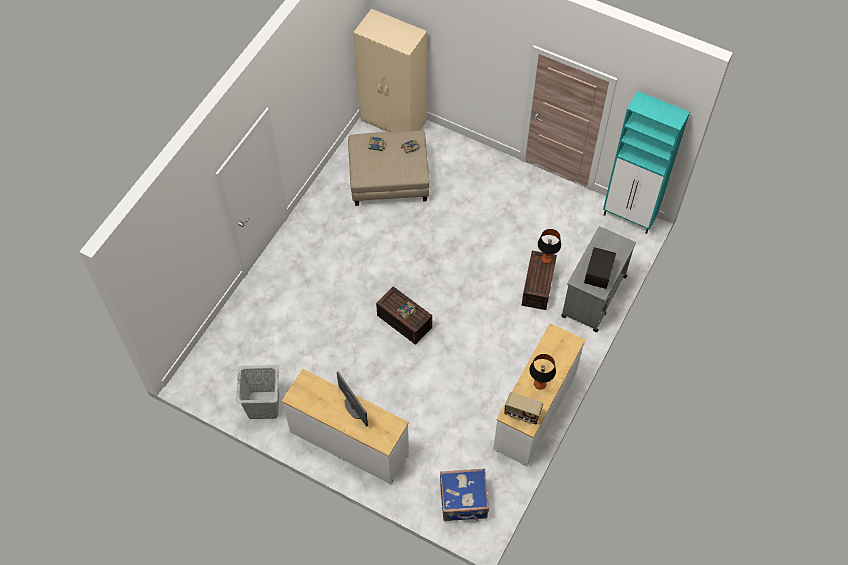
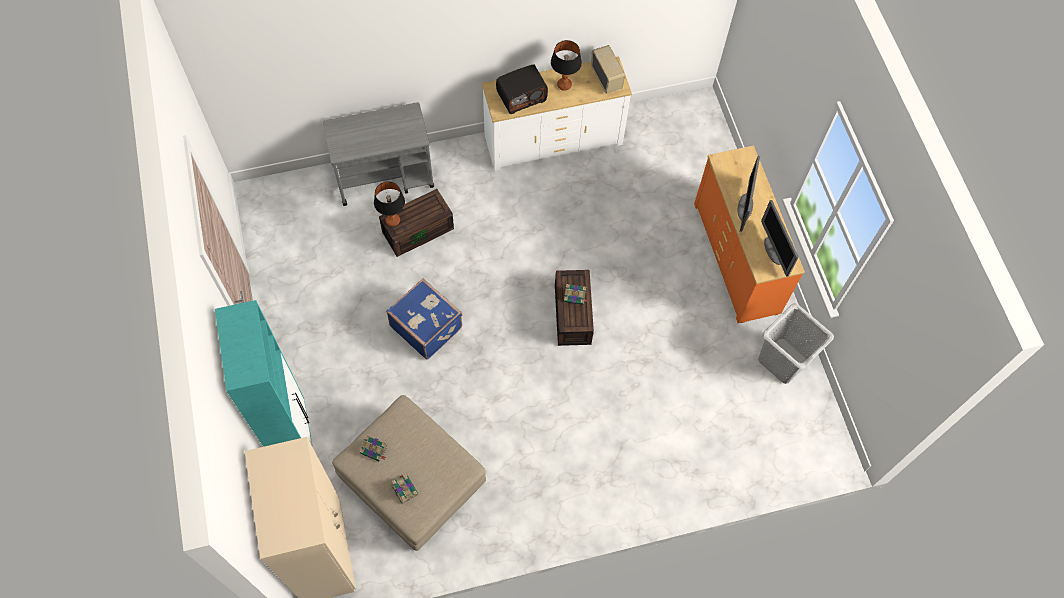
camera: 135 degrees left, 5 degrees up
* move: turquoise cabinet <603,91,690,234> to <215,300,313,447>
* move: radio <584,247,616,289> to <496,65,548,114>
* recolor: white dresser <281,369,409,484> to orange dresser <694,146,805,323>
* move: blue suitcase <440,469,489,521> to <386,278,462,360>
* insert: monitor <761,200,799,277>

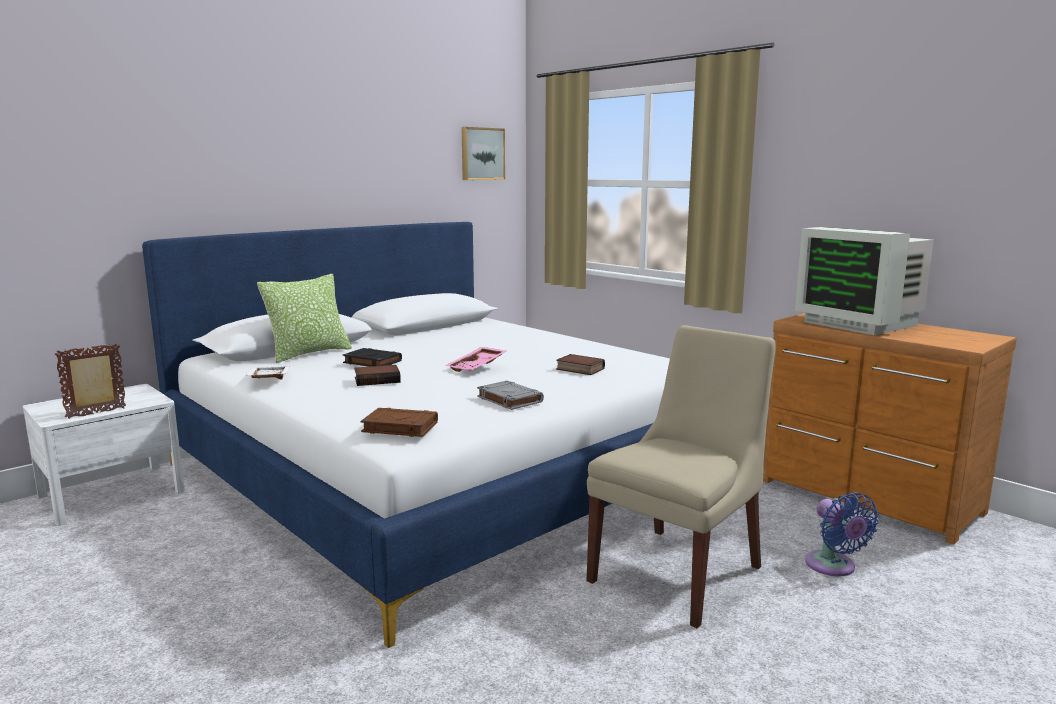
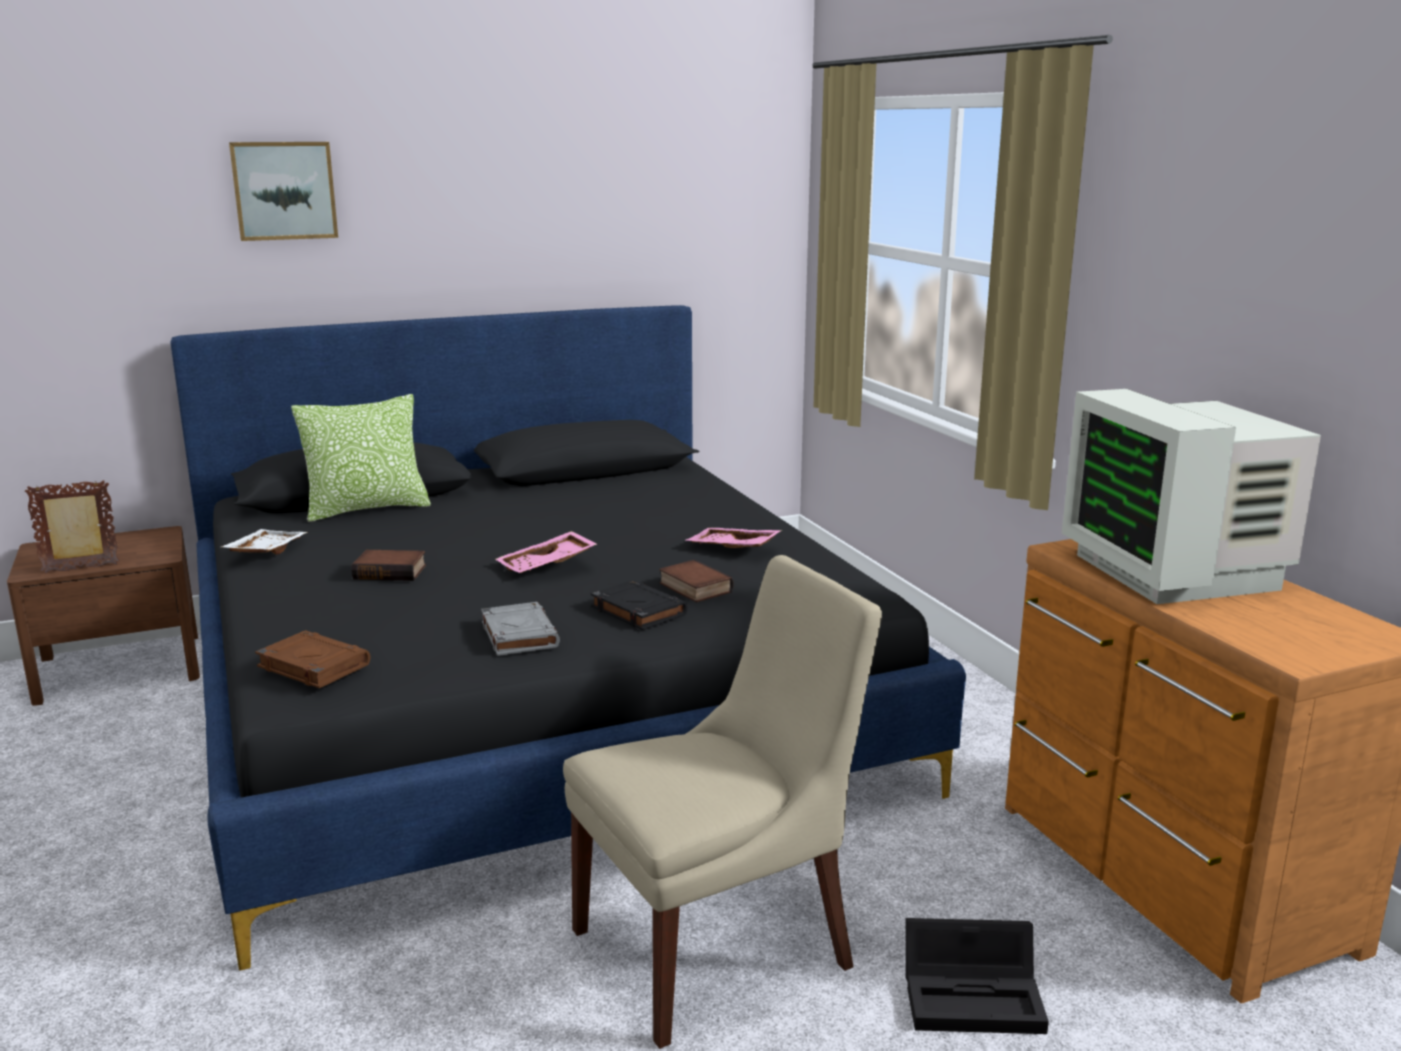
camera: 20 degrees right, 5 degrees up
* move: picture <462,127,505,180> to <229,142,338,241>
* recolor: white bed <142,222,670,648> to black bed <170,305,966,970>
* move: black book <343,348,402,367> to <591,580,688,630>
* recolor: white nightstand <23,384,185,526> to brown nightstand <7,526,200,706>
* replace: blue fan <805,492,879,576> to black storage box <905,918,1049,1034>
* insert: pink tray <686,528,782,548>

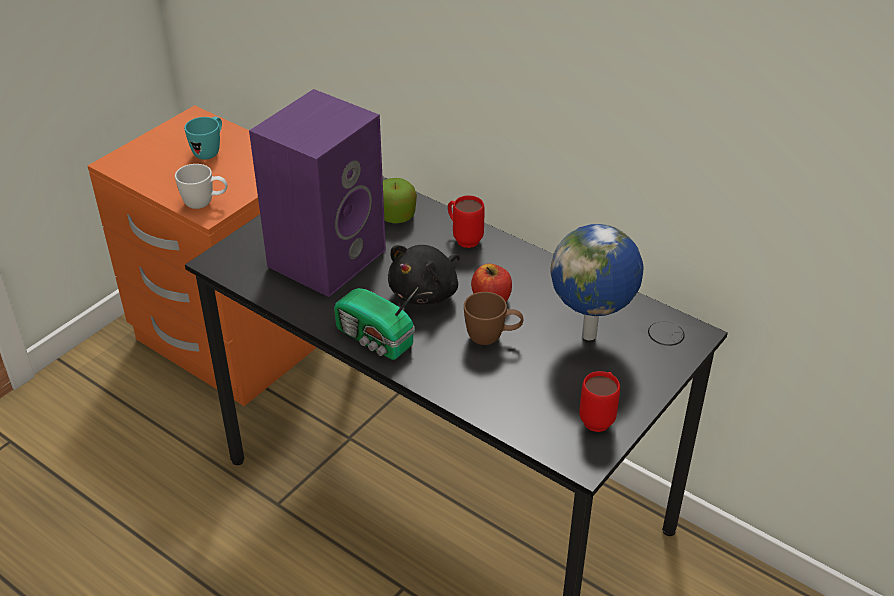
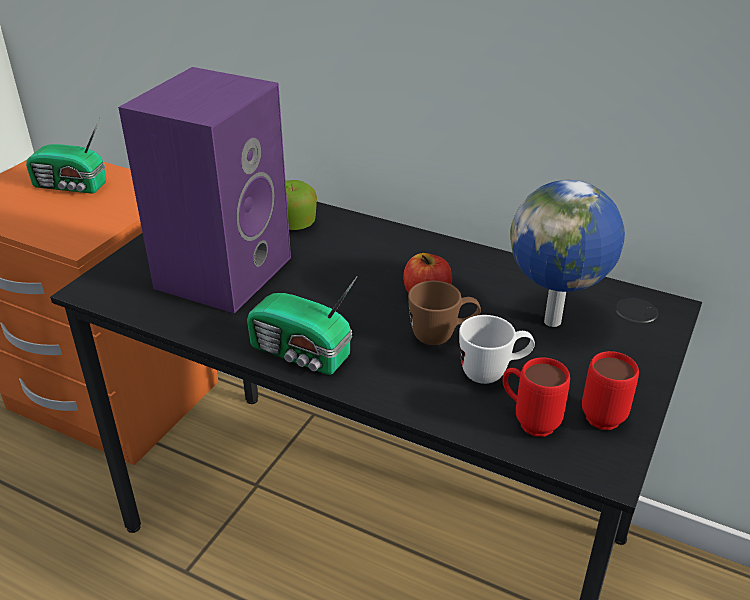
camera: 10 degrees left, 5 degrees down
* replace: turquoise mug <184,117,222,160> to radio <26,118,106,194>
* move: white mug <175,164,228,209> to <459,315,535,384>
* move: red mug <448,196,485,248> to <502,357,570,437>
* delete: black plush toy <388,245,460,304>

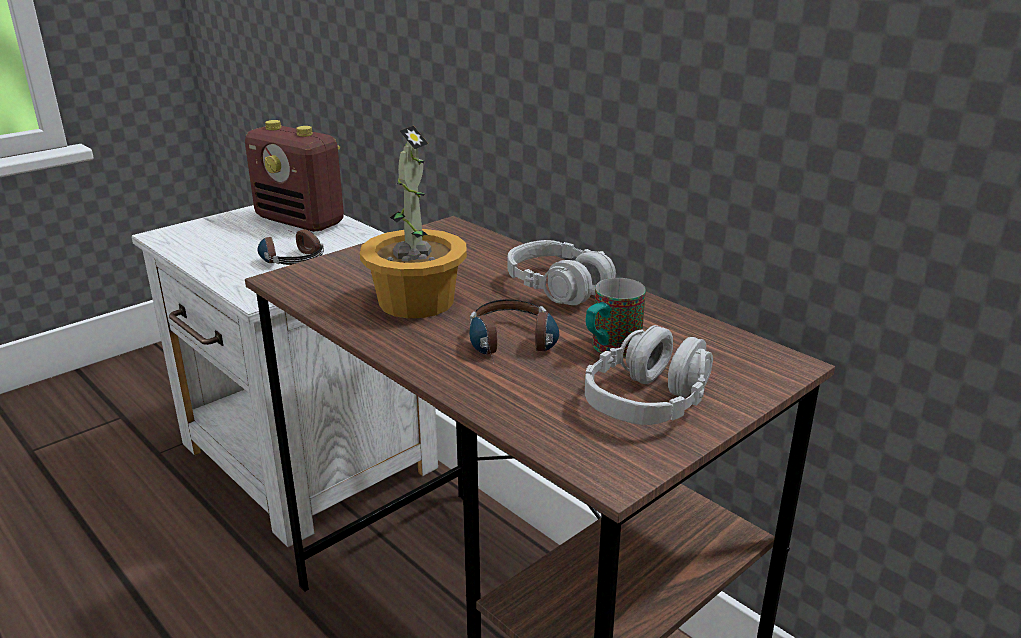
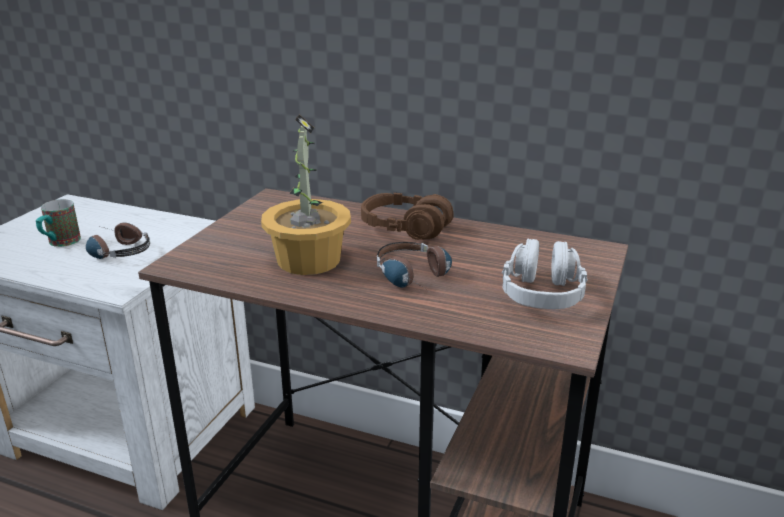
camera: 25 degrees left, 0 degrees up
* delete: radio <245,120,344,232>
* recolor: grey headphones <507,240,616,305> to brown headphones <361,193,453,240>
* move: mug <586,278,646,357> to <36,199,81,247>

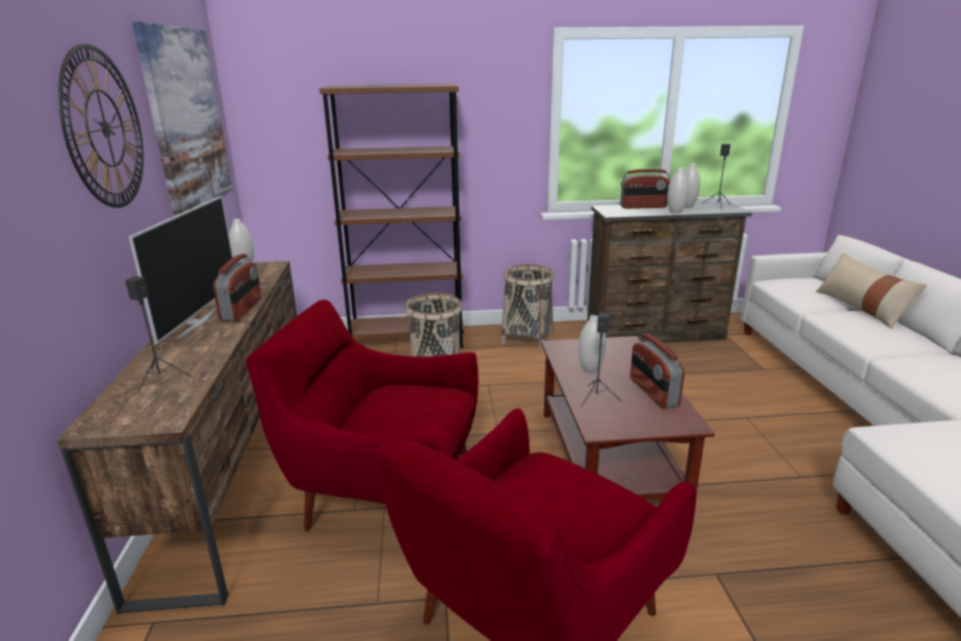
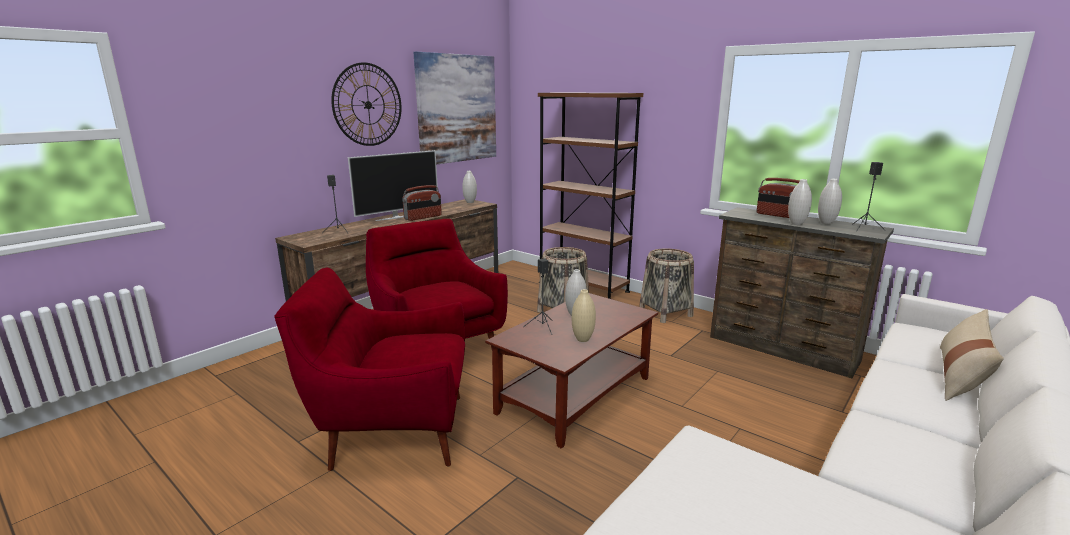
camera: 45 degrees right, 5 degrees down
* replace: radio <630,333,685,409> to beige vase <572,289,596,342>

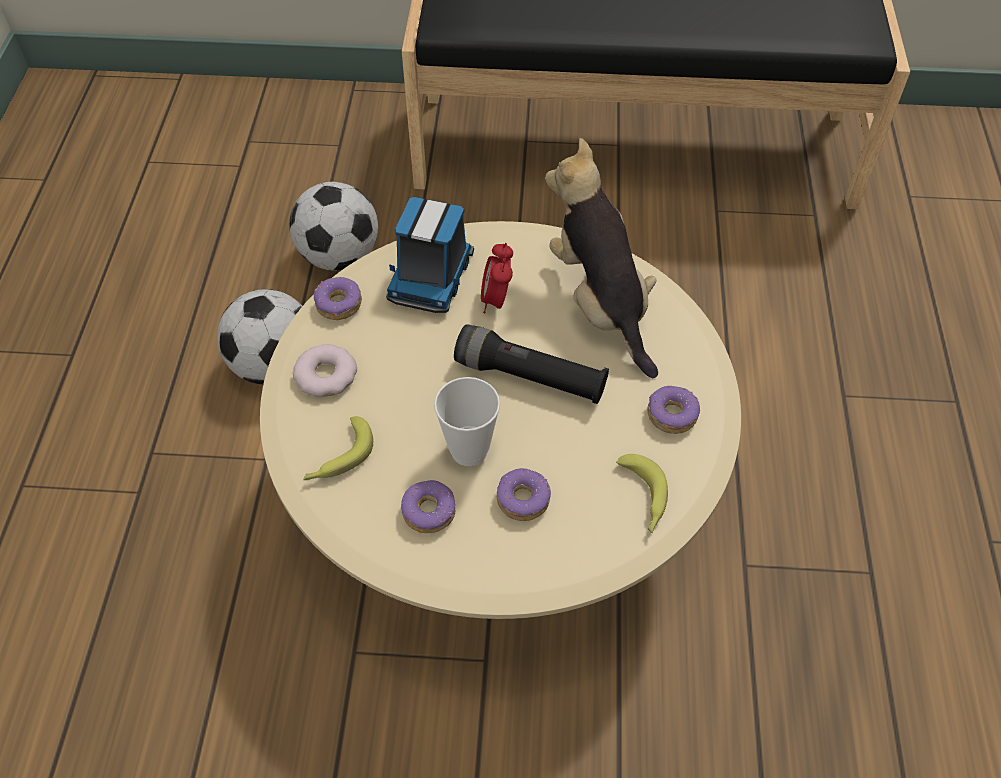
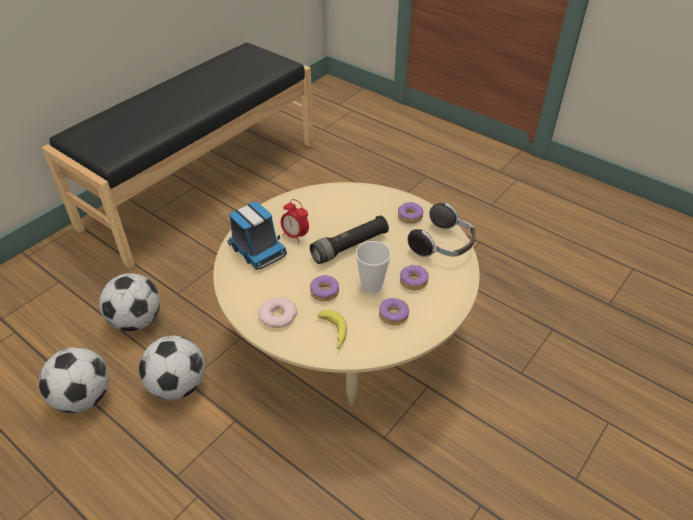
camera: 55 degrees left, 10 degrees down
* delete: plush toy <545,138,658,378>
* move: donut <314,277,362,320> to <310,275,339,301>
* replace: banana <616,454,668,533> to headphones <408,203,476,257>
* insert: football <39,347,109,413>

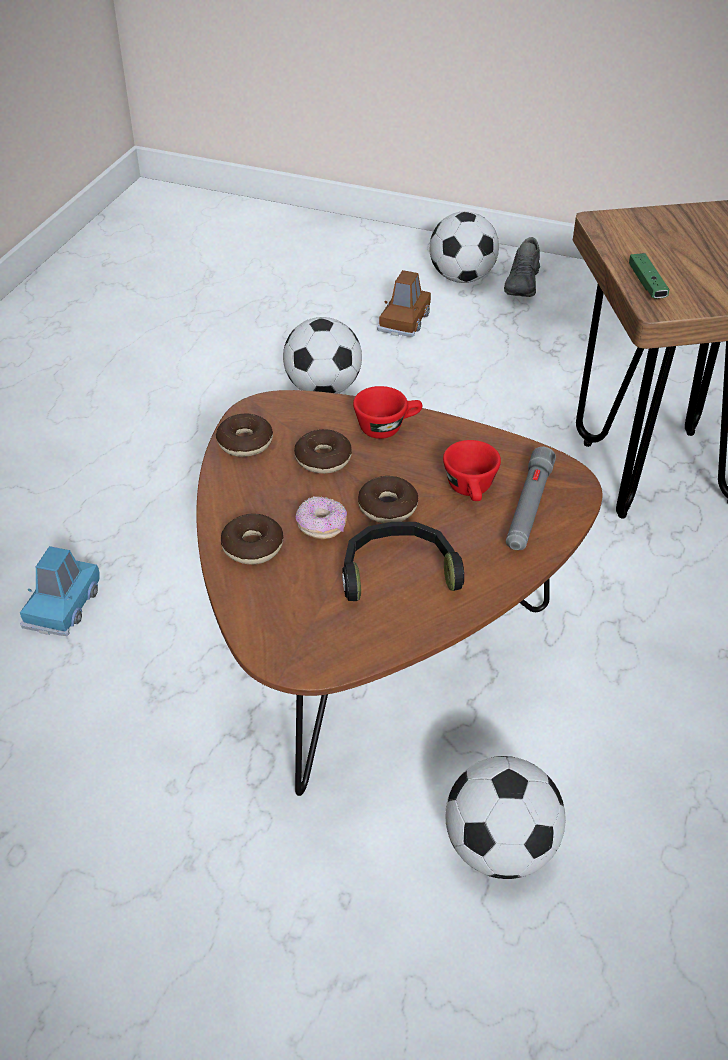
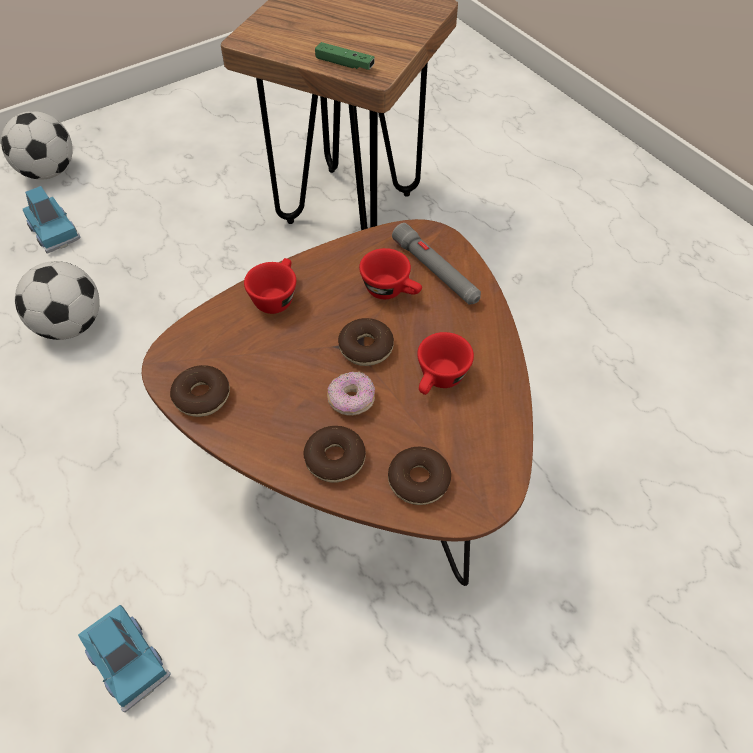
camera: 55 degrees left, 10 degrees up
* delete: grey shoe <504,237,540,297>
* recolor: brown toy car <377,270,431,337> to blue toy car <23,186,81,254>
* move: donut <294,429,352,474> to <388,447,451,505>
* replace: black headphones <342,522,464,601> to red cup <417,332,474,395>
* delete: football <445,756,565,879>

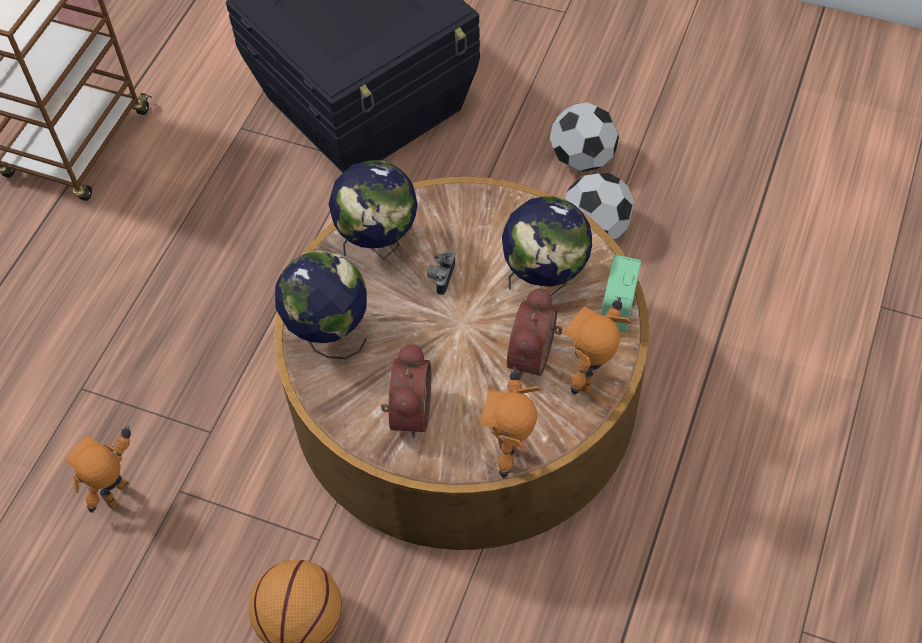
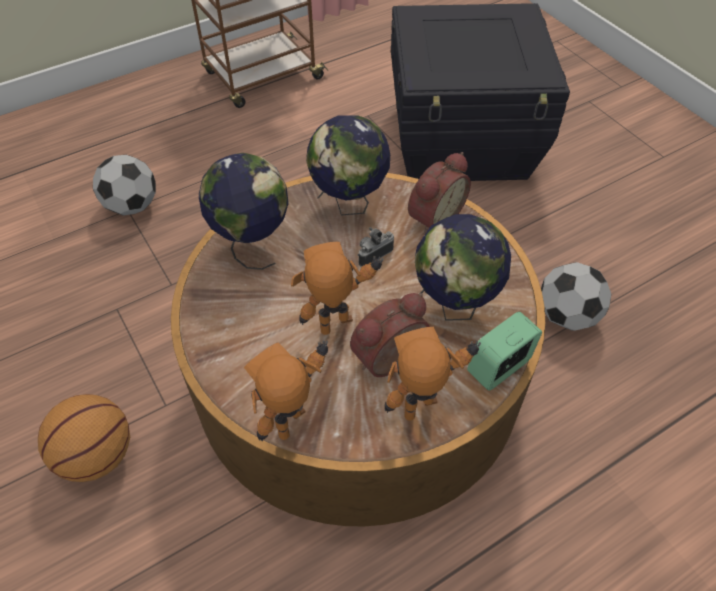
camera: 35 degrees right, 5 degrees down
* move: football <550,102,619,172> to <93,155,156,216>
* move: alarm clock <381,342,431,438> to <408,152,471,235>
* move: toy robot <64,426,131,513> to <291,242,384,335>

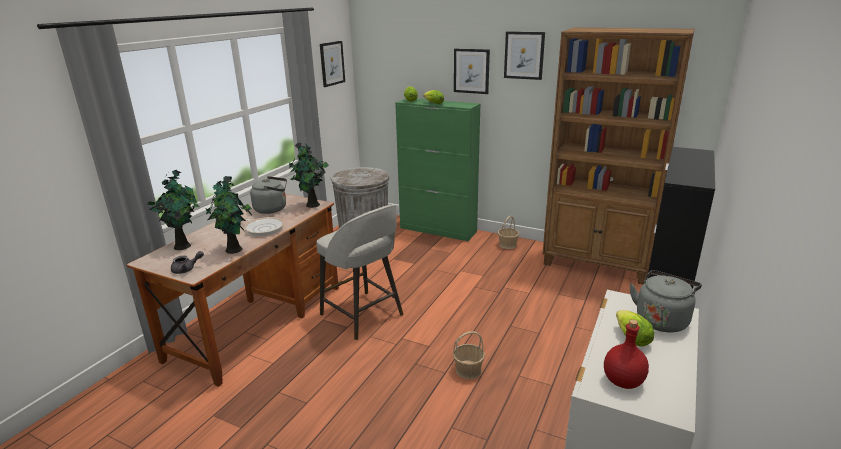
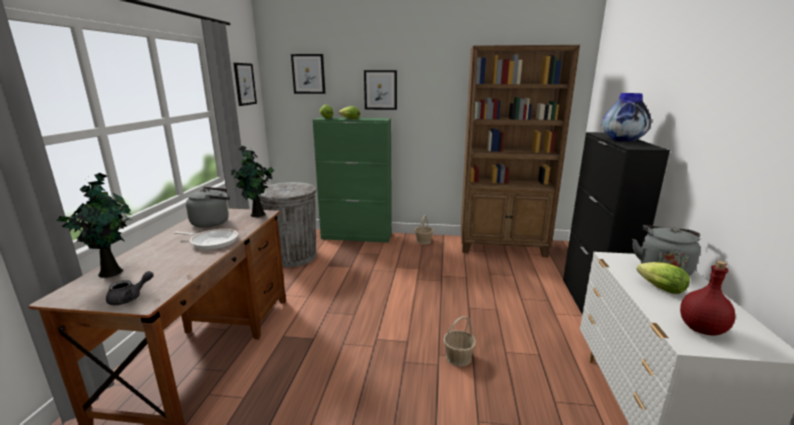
camera: 20 degrees left, 5 degrees down
* move: picture <504,31,545,80> to <291,54,325,94>
* delete: potted plant <206,176,252,254>
* delete: grey stool <316,204,404,340>
* insert: vase <602,93,651,141>

